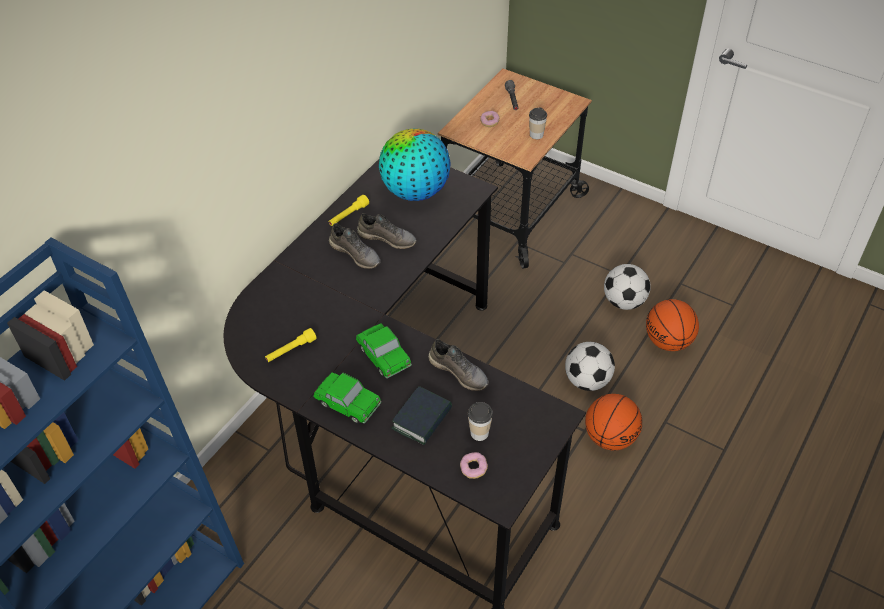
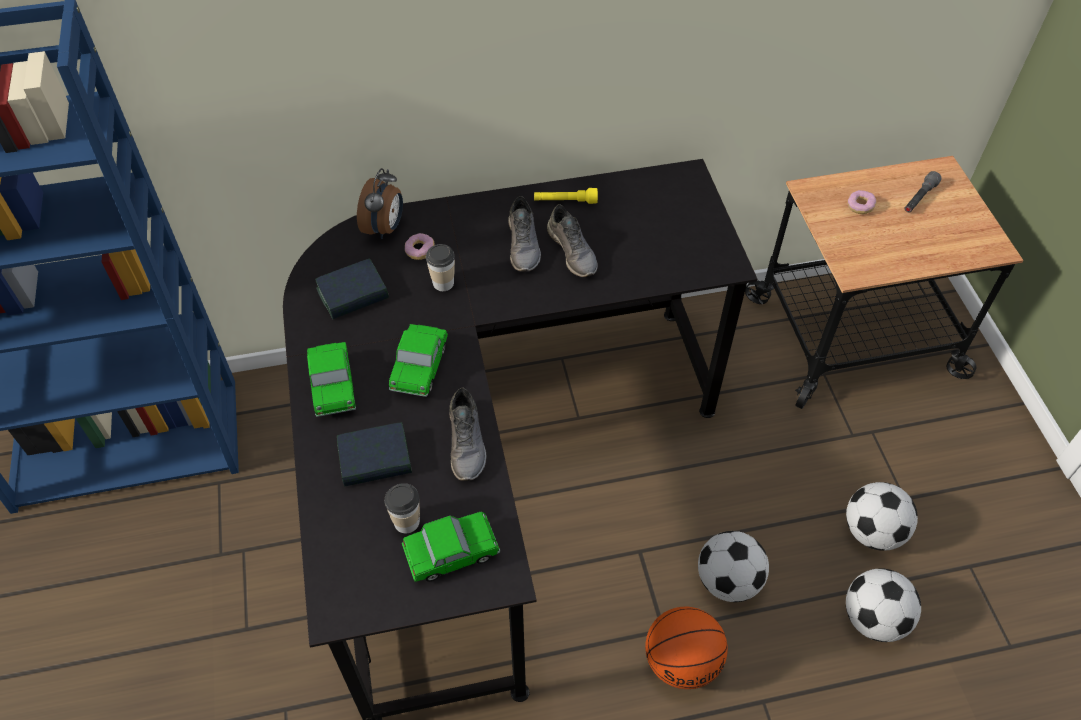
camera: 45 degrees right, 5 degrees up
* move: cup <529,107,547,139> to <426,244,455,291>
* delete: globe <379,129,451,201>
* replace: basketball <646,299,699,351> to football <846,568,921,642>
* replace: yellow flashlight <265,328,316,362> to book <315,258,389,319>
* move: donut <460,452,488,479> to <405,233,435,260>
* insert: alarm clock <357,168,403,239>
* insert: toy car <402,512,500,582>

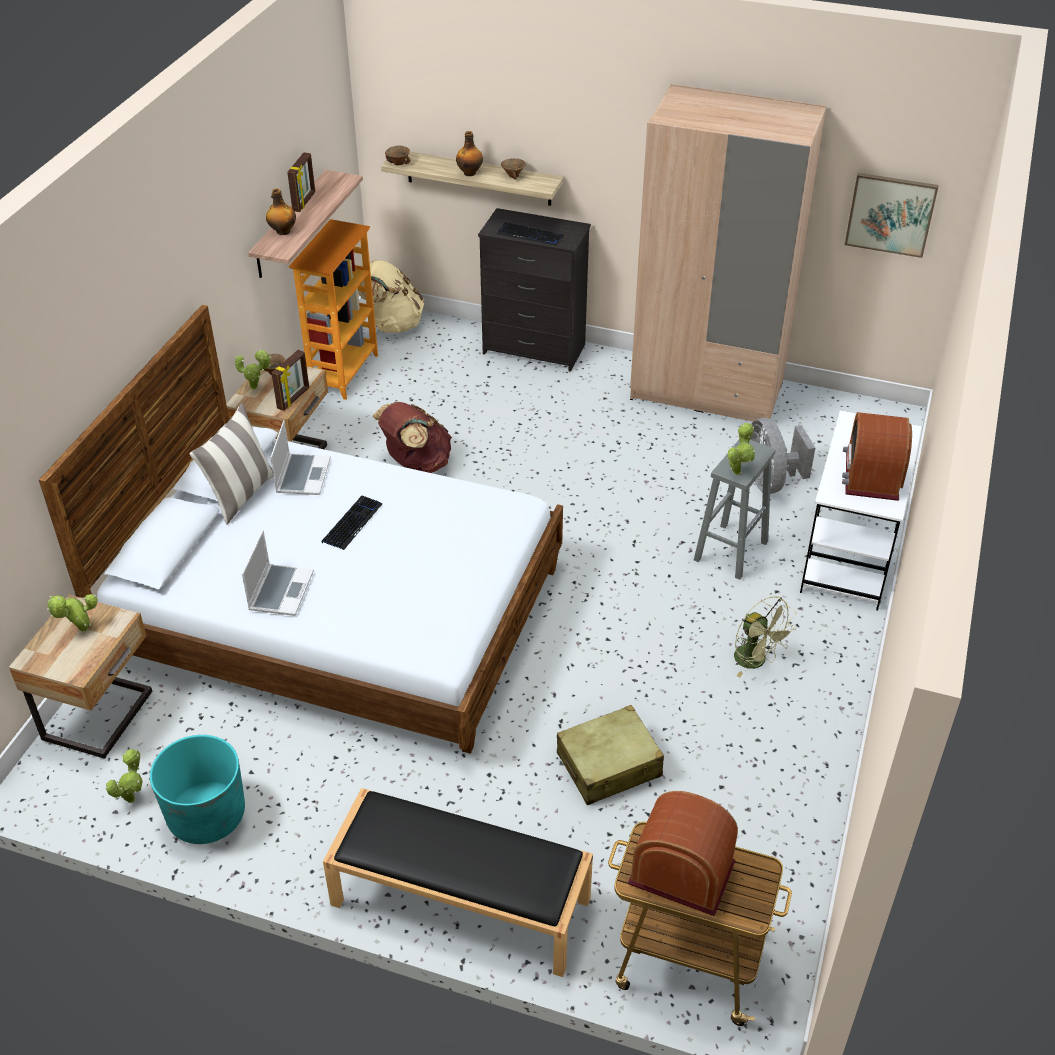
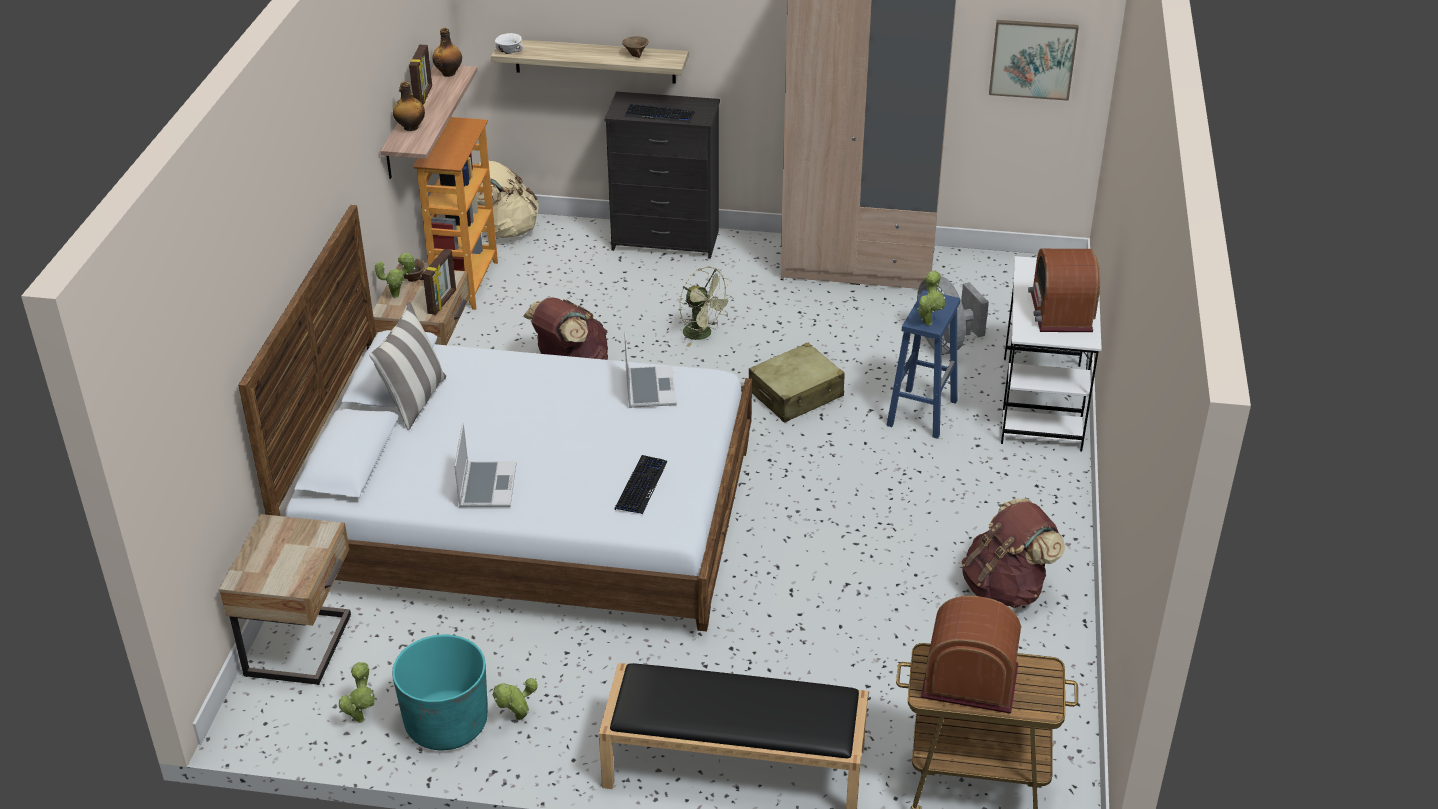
camera: 10 degrees left, 5 degrees down
* move: bottle <456,131,483,176> to <432,28,462,77>
* recolor: brown bowl <385,146,410,165> to white bowl <495,33,523,54>
* move: laptop <270,420,331,495> to <624,331,677,408>
* recolor: grey stool <694,440,776,580> to blue stool <886,290,960,439>
* move: keyboard <321,496,382,550> to <615,455,668,514>
* move: potted plant <47,594,98,631> to <493,678,538,720>
* move: green fan <734,596,796,677> to <679,267,733,347>
* move: beige suitcase <557,705,664,805> to <749,343,845,423>
* insert: brown backpack <962,498,1065,608>

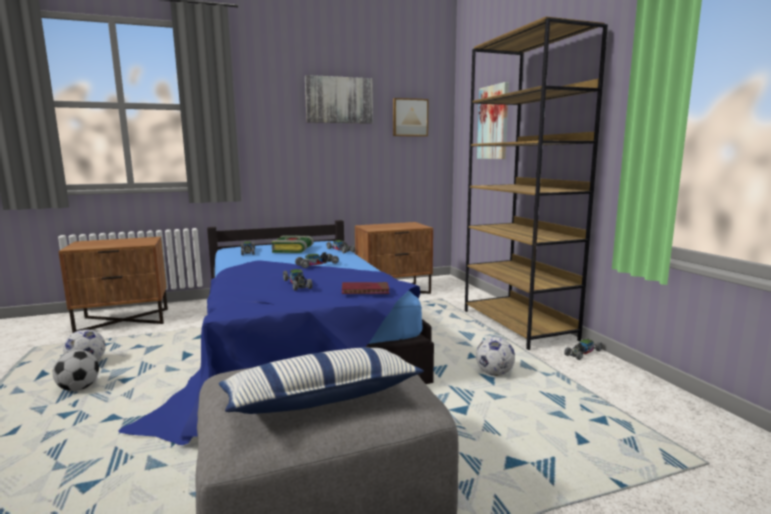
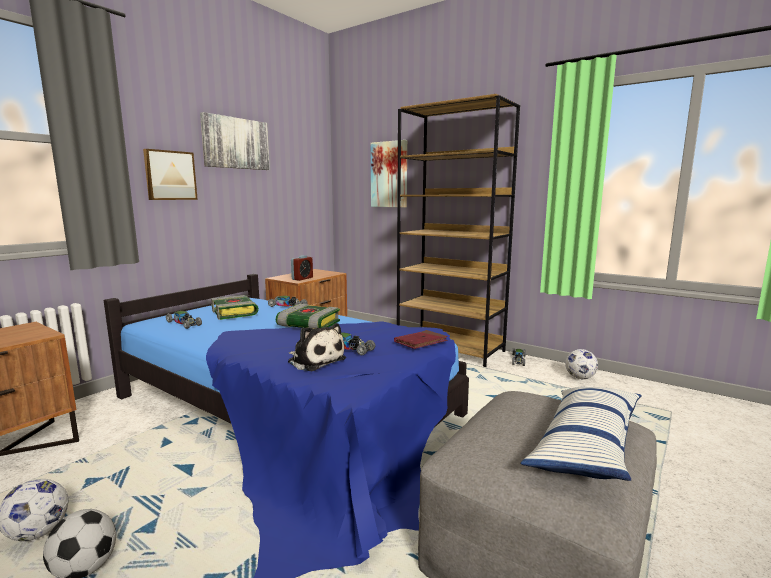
camera: 35 degrees left, 0 degrees up
* move: picture <393,98,428,137> to <143,149,198,200>
* replace: toy car <295,252,339,268> to book <276,304,340,329>
* move: football <476,337,515,376> to <565,349,598,379>
* insert: alarm clock <291,255,313,281>
* insert: plush toy <288,323,346,371>

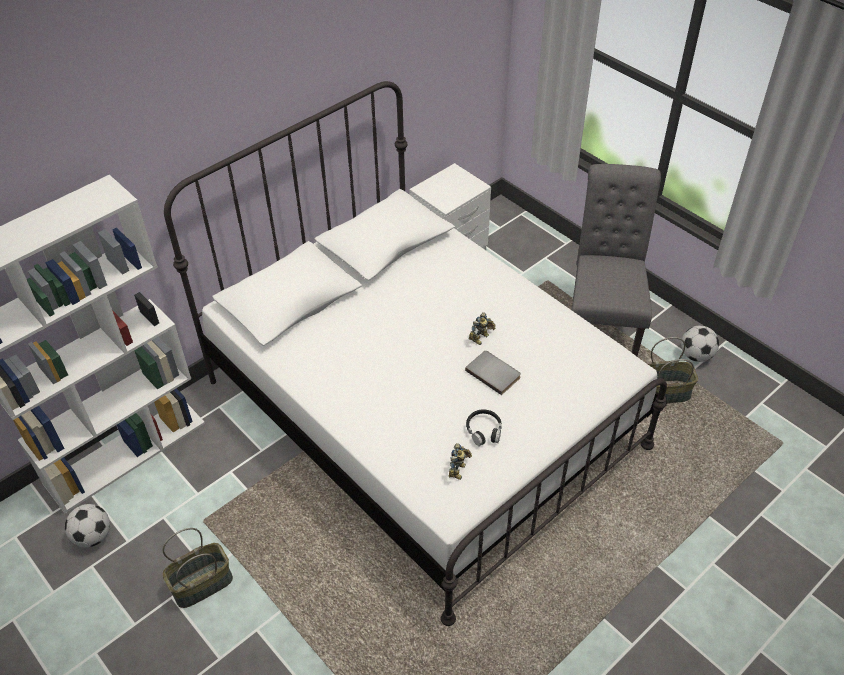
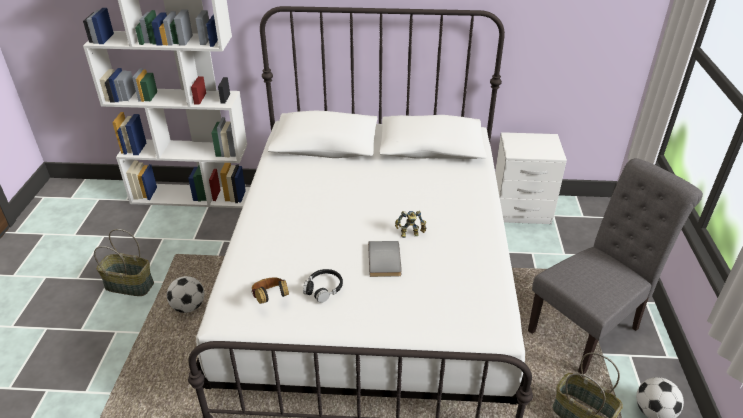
camera: 45 degrees right, 10 degrees down
* replace: toy robot <449,443,472,480> to headphones <251,278,289,304>
* move: football <65,504,110,547> to <167,276,204,313>

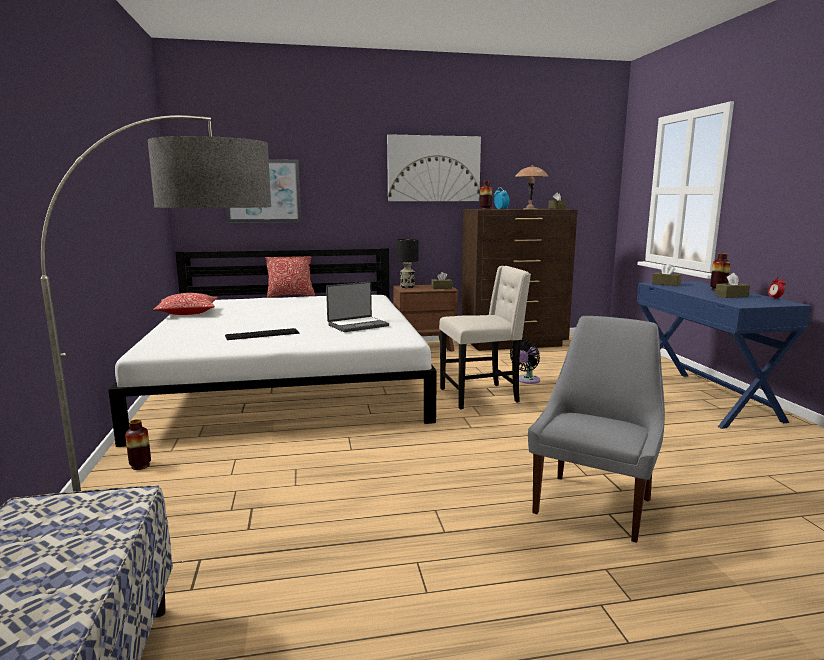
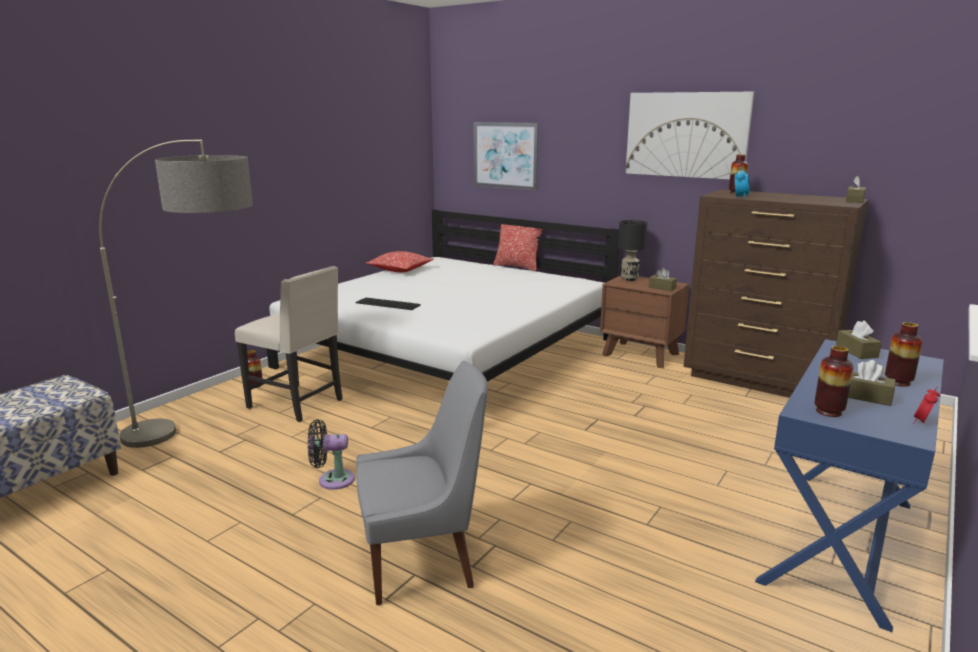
camera: 45 degrees right, 5 degrees up
* delete: brown table lamp <515,165,549,209>
* move: beige chair <439,266,531,410> to <235,266,343,422>
* delete: laptop <326,282,389,332>
* move: black fan <510,340,540,384> to <308,419,355,490>
* insert: vase <814,346,854,417>

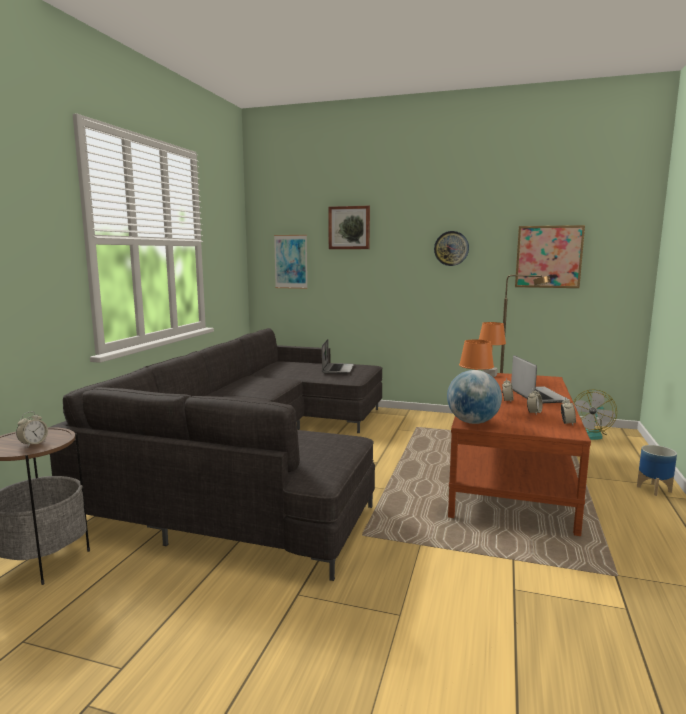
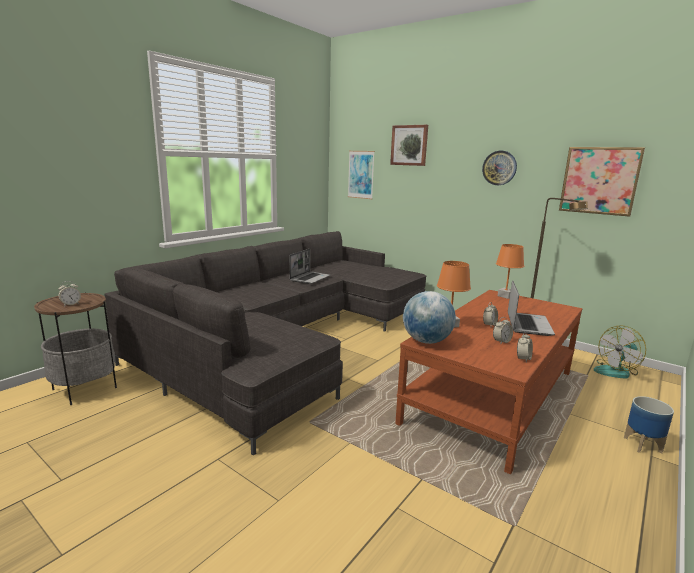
camera: 20 degrees right, 5 degrees up
* move: laptop <322,339,354,374> to <290,249,330,284>

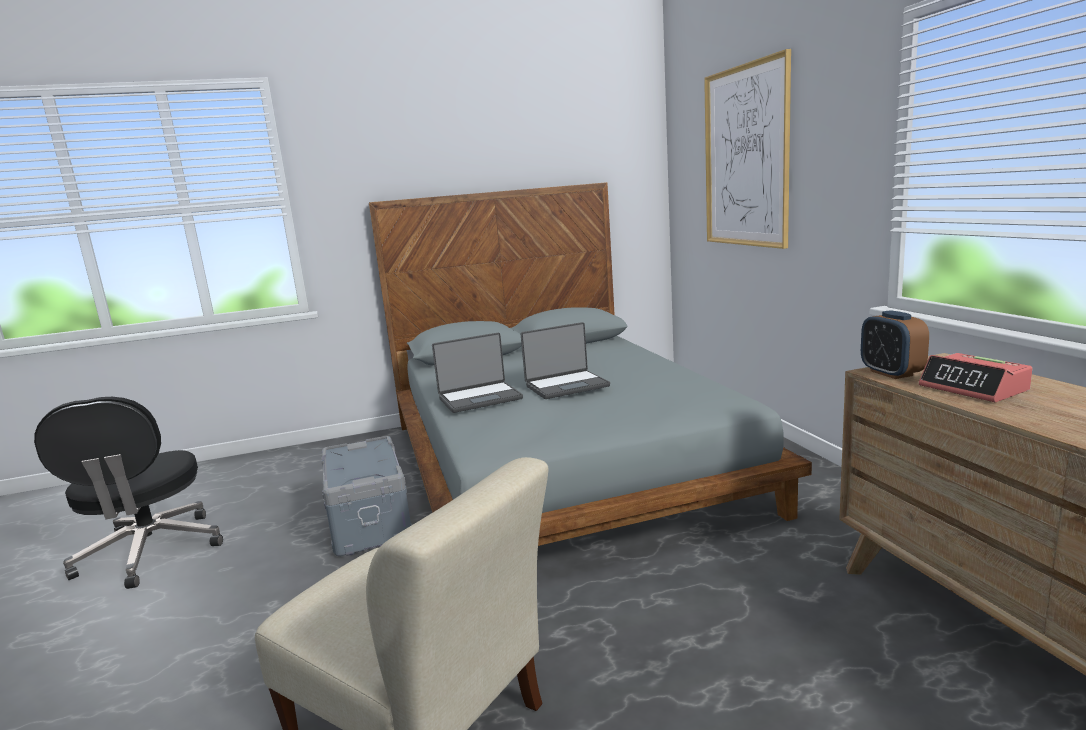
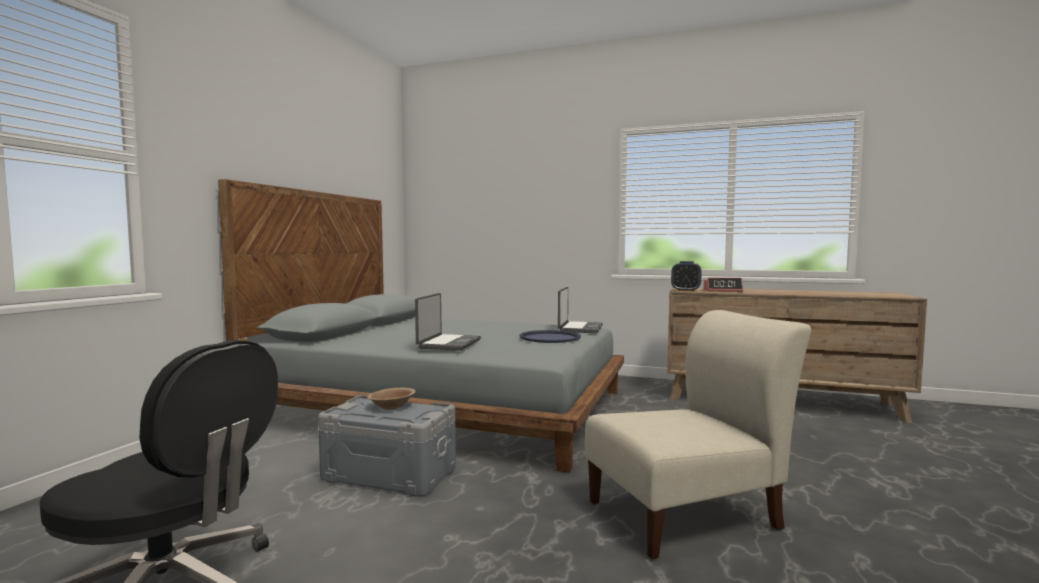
camera: 55 degrees left, 10 degrees down
* delete: picture <704,49,791,249>
* move: laptop <521,322,610,399> to <558,287,603,333>
* insert: blue tray <520,330,581,343>
* insert: brown bowl <367,387,416,410>

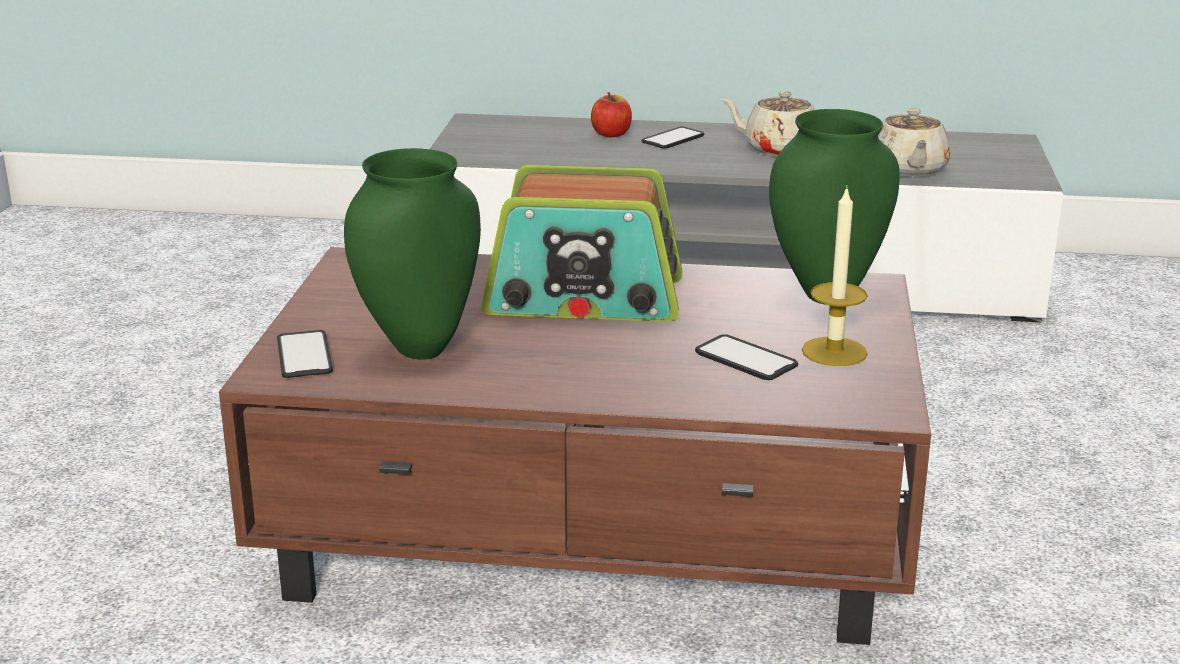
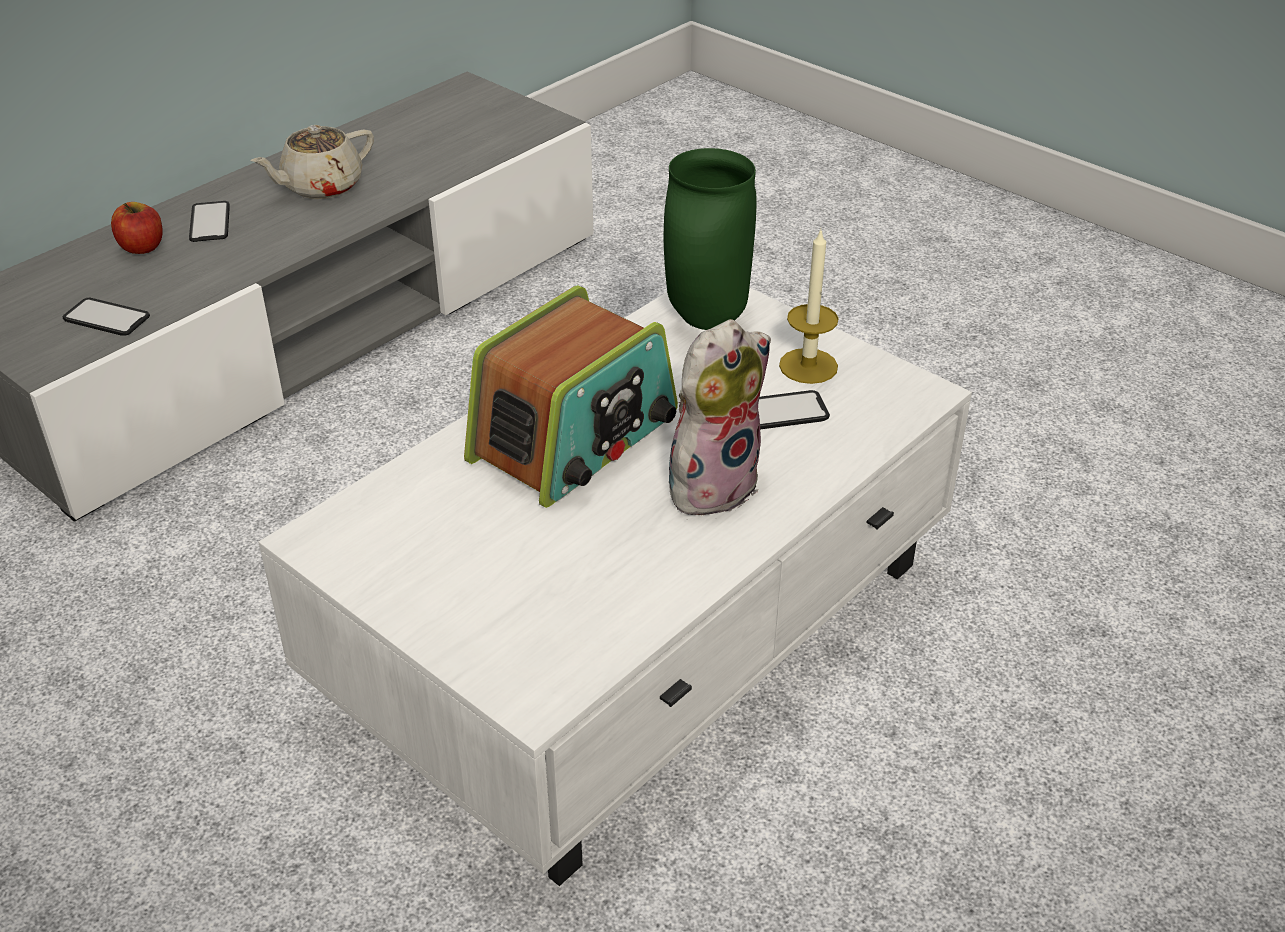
camera: 55 degrees left, 15 degrees up
* delete: beige teapot <878,108,950,177>
* delete: green vase <344,148,481,360>
* recolor: brown coffee table <219,247,931,645> to white coffee table <258,287,972,886>
* move: phone <277,330,333,378> to <63,298,150,336>
* insert: plush toy <669,319,771,515>

